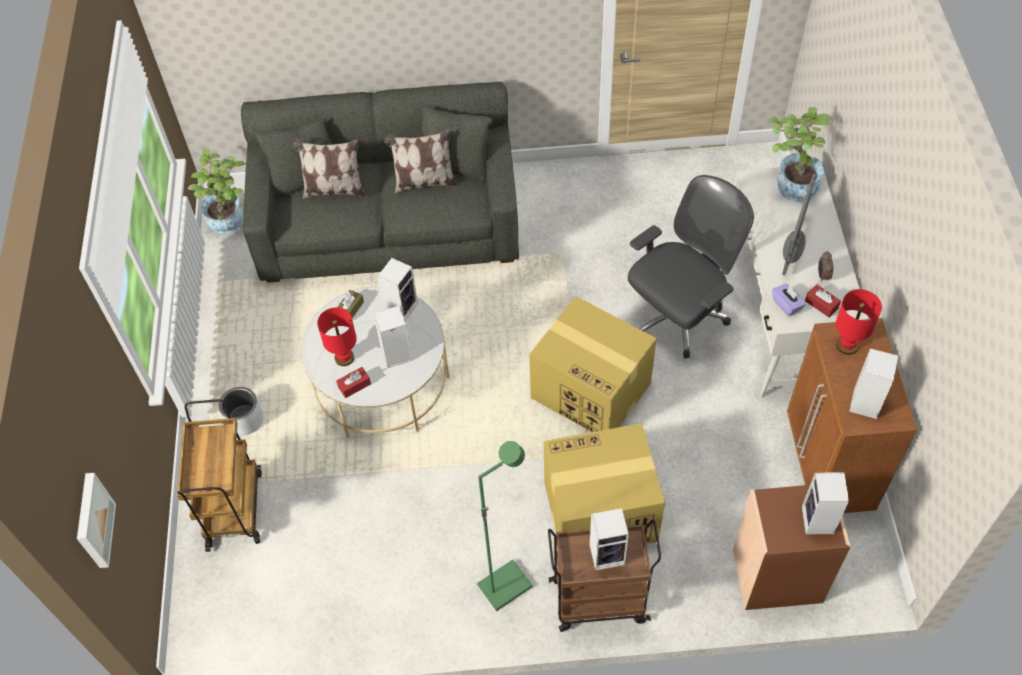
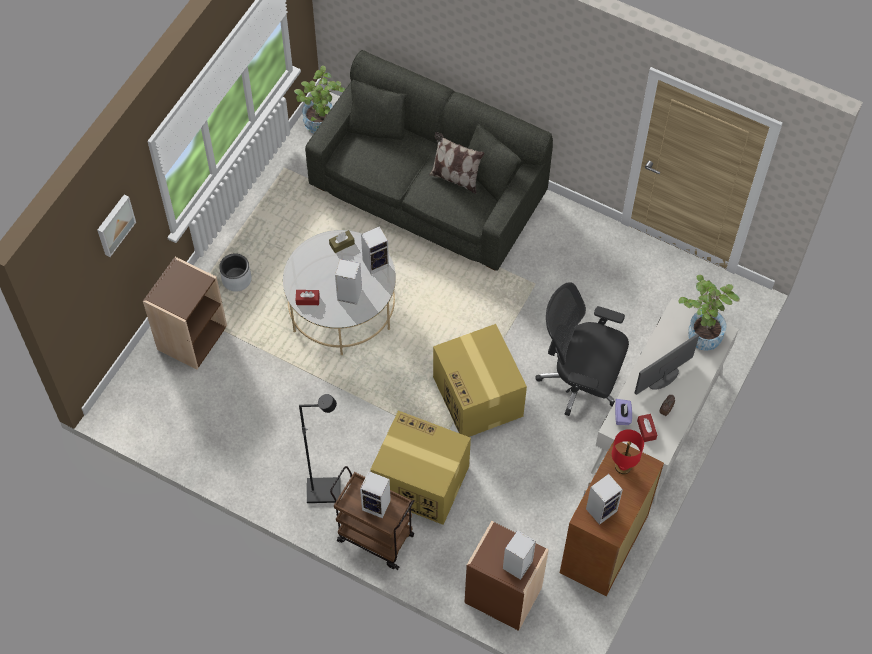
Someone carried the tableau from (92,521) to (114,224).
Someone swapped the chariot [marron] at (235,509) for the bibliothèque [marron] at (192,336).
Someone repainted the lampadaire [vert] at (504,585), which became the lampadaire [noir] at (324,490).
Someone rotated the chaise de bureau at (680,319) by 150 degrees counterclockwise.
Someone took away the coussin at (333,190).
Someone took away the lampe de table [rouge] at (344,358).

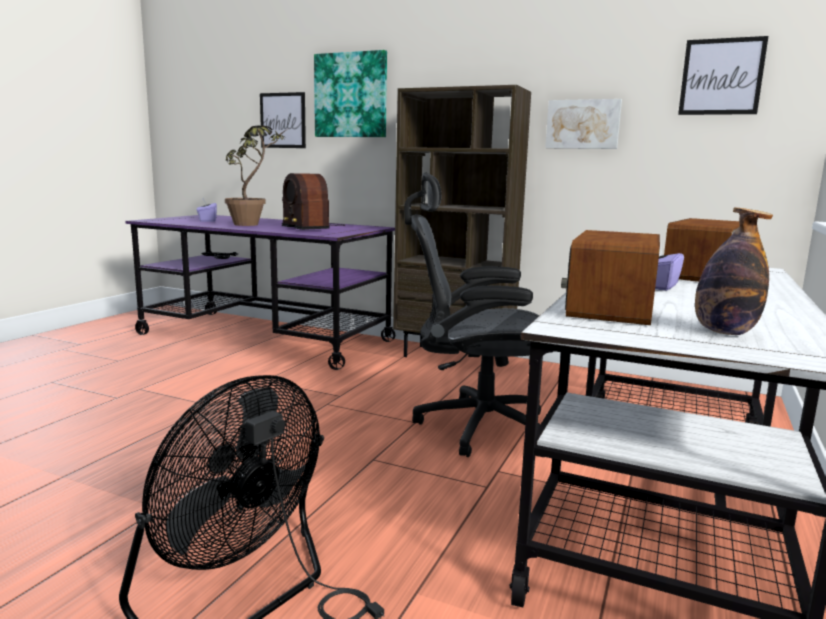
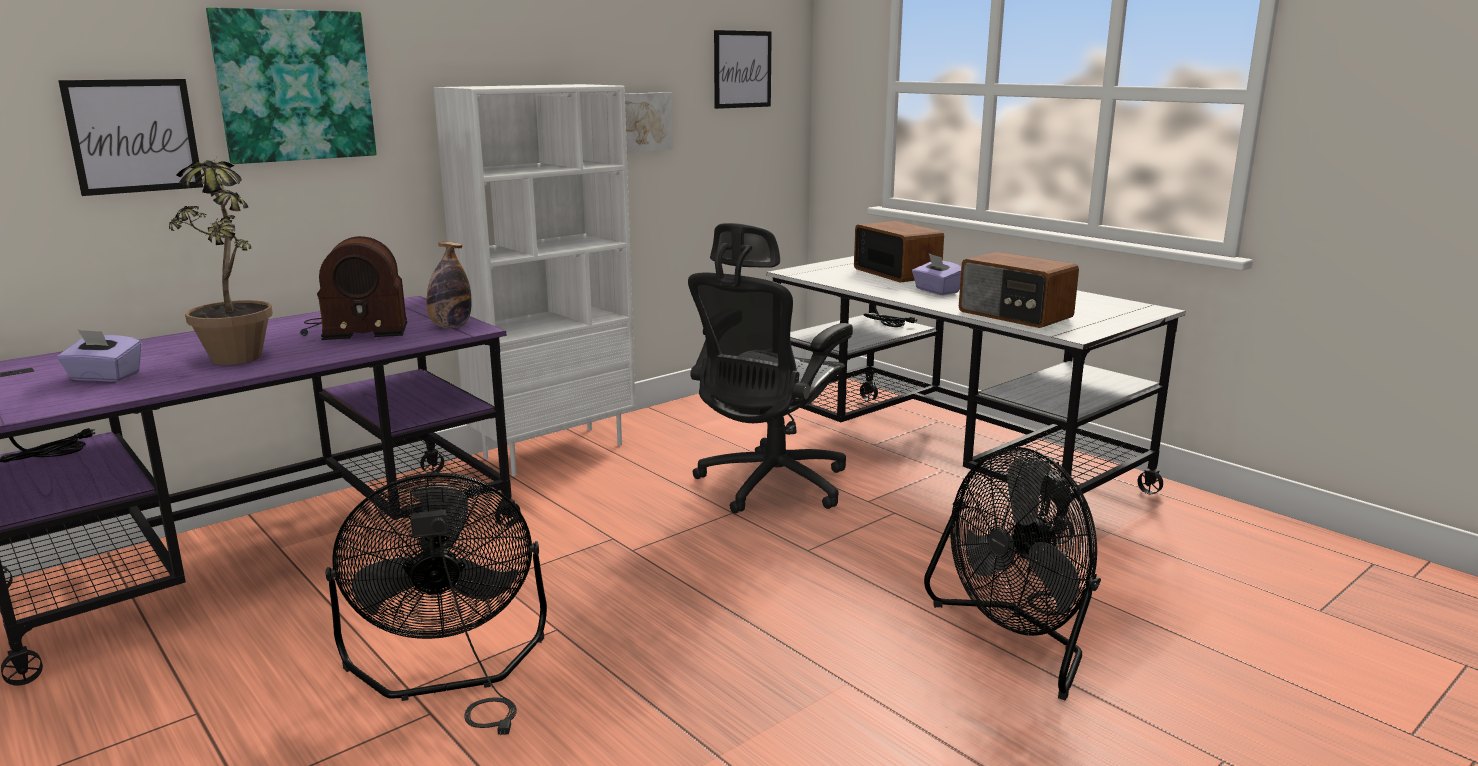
Someone put down the ventilateur [noir] at (454,674).
Someone carried the bouteille from (724,332) to (450,327).
Someone repainted the bibliothèque [marron] at (454,357), which became the bibliothèque [blanc] at (554,450).

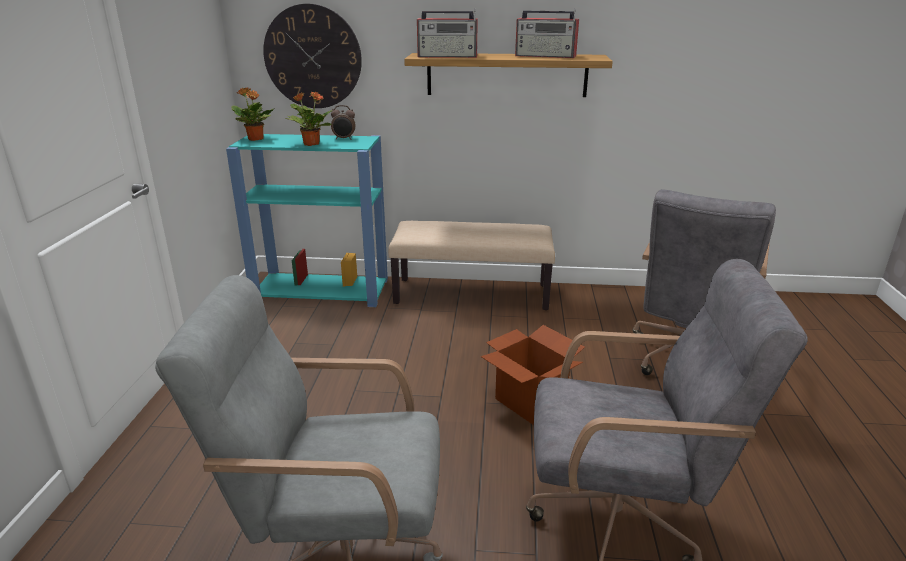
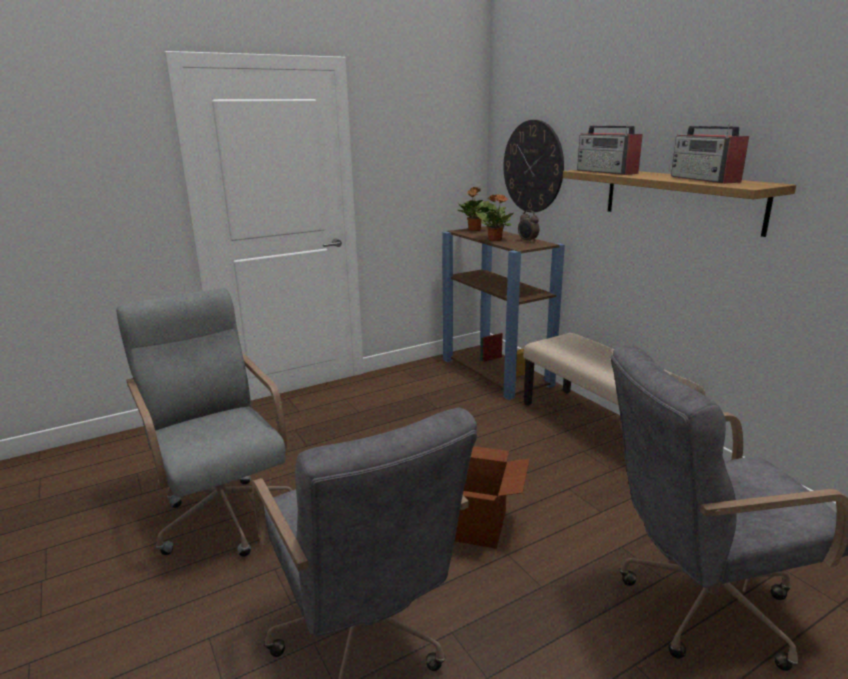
Someone repainted the bibliothèque [turquoise] at (322,290), which became the bibliothèque [marron] at (496,372).

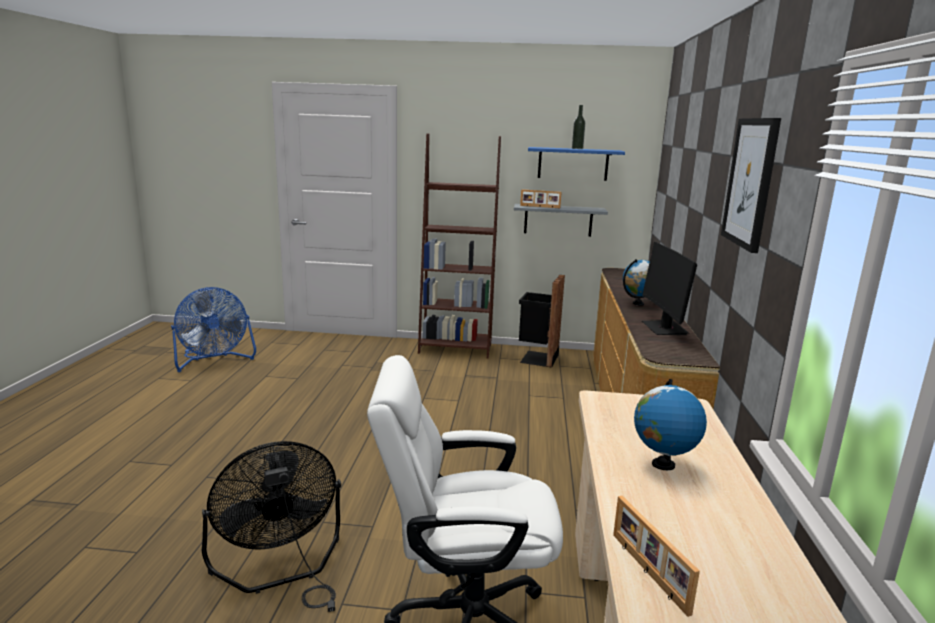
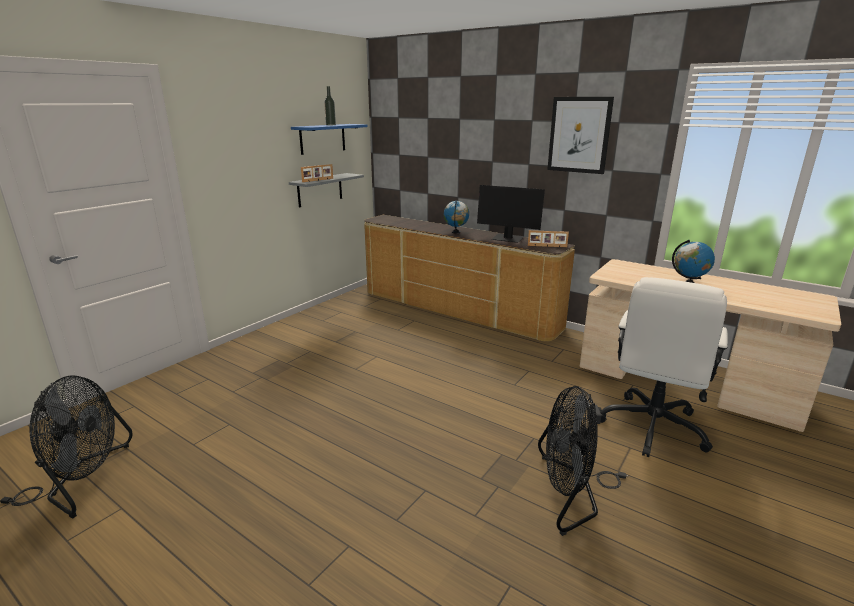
Someone repainted the ventilateur [bleu] at (210,361), which became the ventilateur [noir] at (79,482).
Someone carried the cadre photo from (647,572) to (547,246).
Someone took away the bibliothèque [marron] at (455,348).
Someone took away the poubelle [noir] at (537,358).

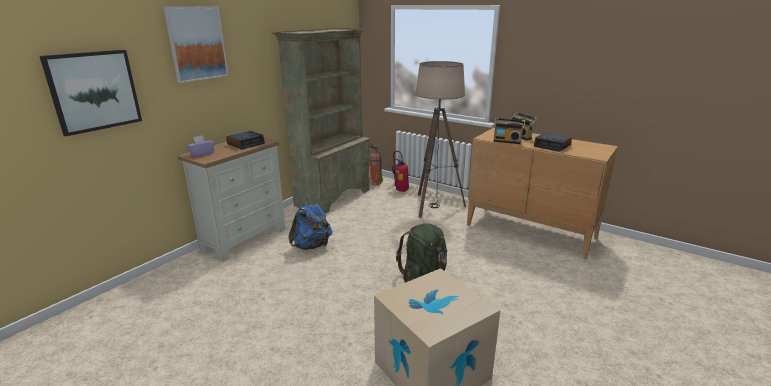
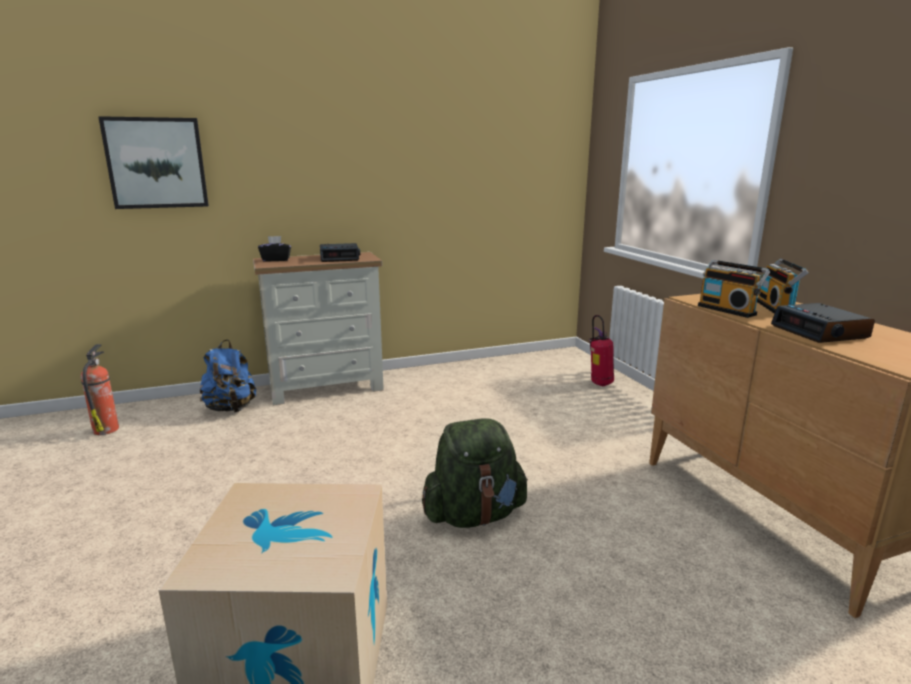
Someone carried the extincteur from (375,183) to (106,429).
Someone carried the sac à dos [bleu] from (312,246) to (231,409).
Someone repainted the boîte à mouchoirs [violet] at (202,154), which became the boîte à mouchoirs [noir] at (276,260).
Someone took away the tableau at (196,43).
Someone took away the bibliothèque [vert] at (333,197).
Someone took away the lampadaire at (434,206).

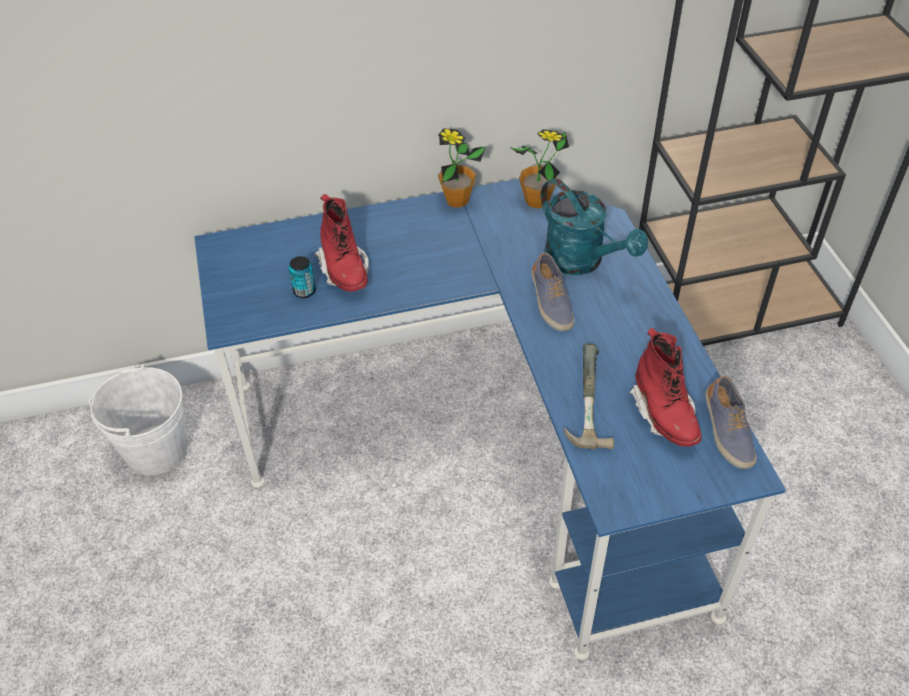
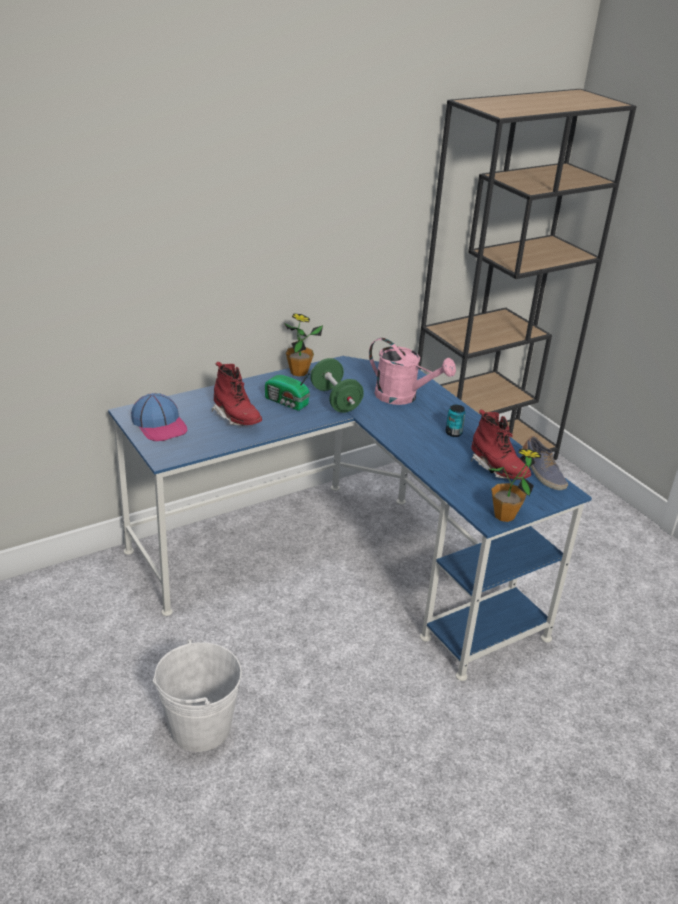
Someone put down the casquette at (160,425).
Someone carried the seau [blanc] from (156,450) to (200,727).
Someone put down the radio at (287,402).
Someone put down the haltère [vert] at (335,400).
Someone repainted the arrosoir [turquoise] at (582,261), which became the arrosoir [rose] at (403,397).
Someone carried the boîte métallique from (304,291) to (453,433).
Someone carried the plante en pot from (537,201) to (504,515).
Someone took away the chaussure at (550,303).
Someone took away the marteau at (582,398).

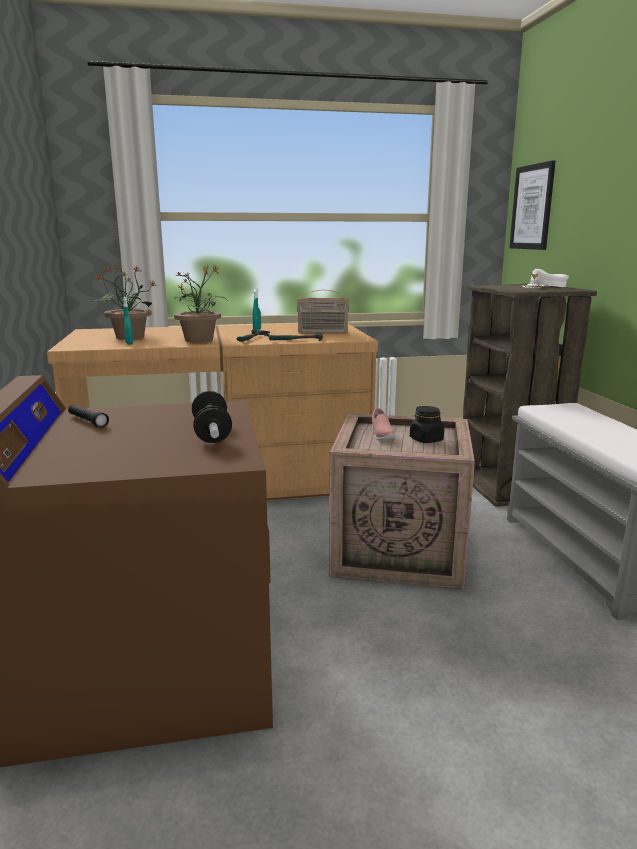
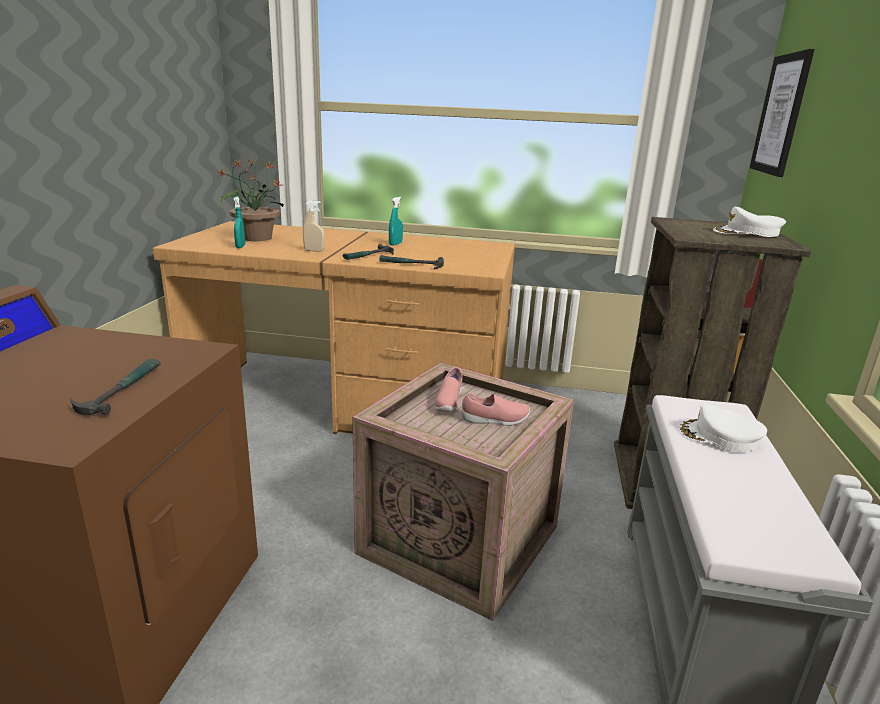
Someone swapped the haltère at (211,433) for the marteau at (120,391).
Someone swapped the plante en pot at (199,340) for the vaporisateur [beige] at (314,250).
Someone swapped the bocal [noir] at (426,440) for the chaussure [rose] at (495,420).
Someone put down the casquette [blanc] at (719,436).
Someone took away the lampe de poche [noir] at (87,421).
Someone took away the radio at (322,333).

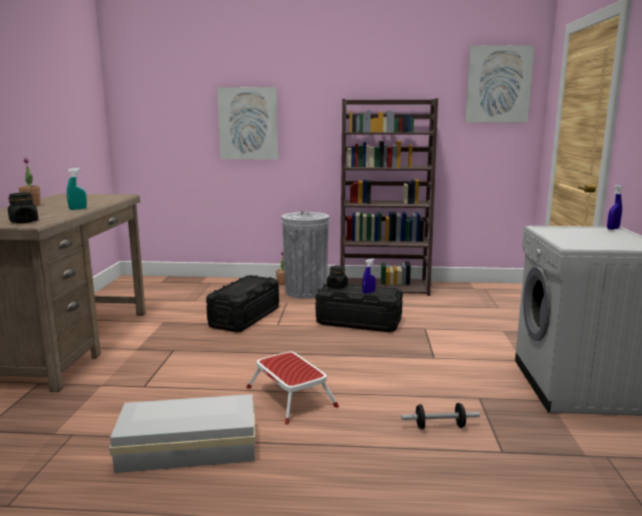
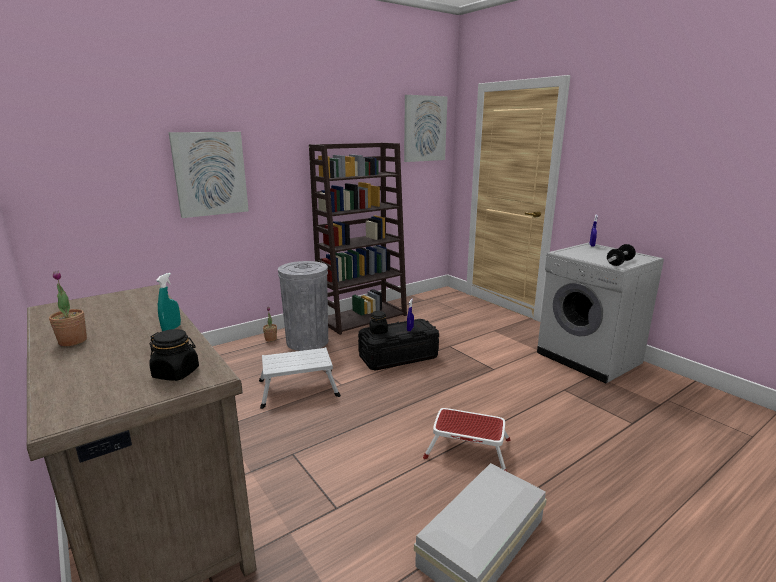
Someone swapped the boîte de rangement [noir] at (245,317) for the escabeau [blanc] at (299,388).
Someone carried the haltère from (439,426) to (619,263).

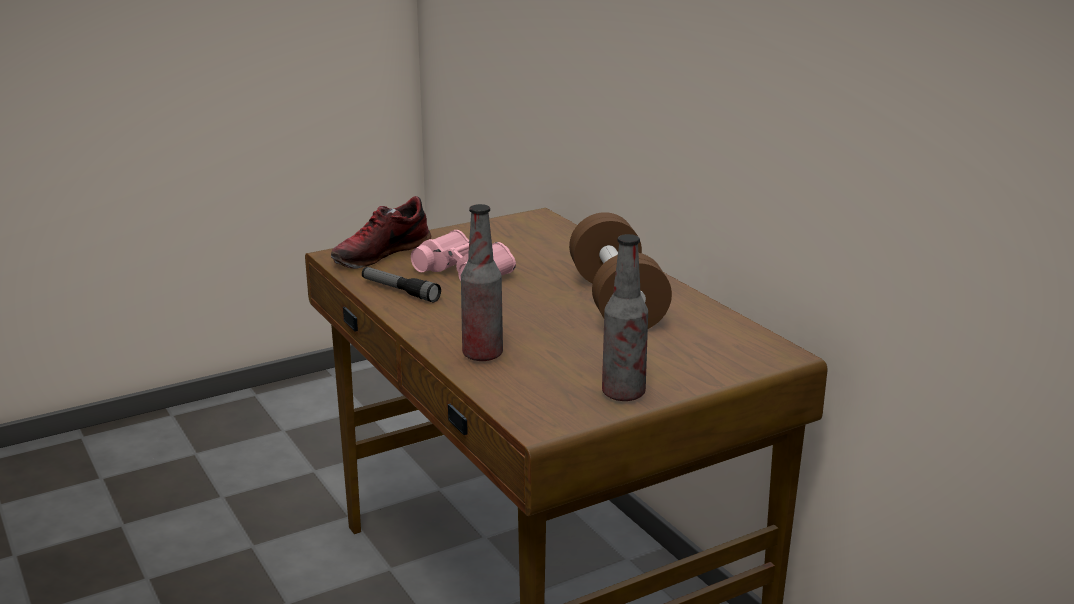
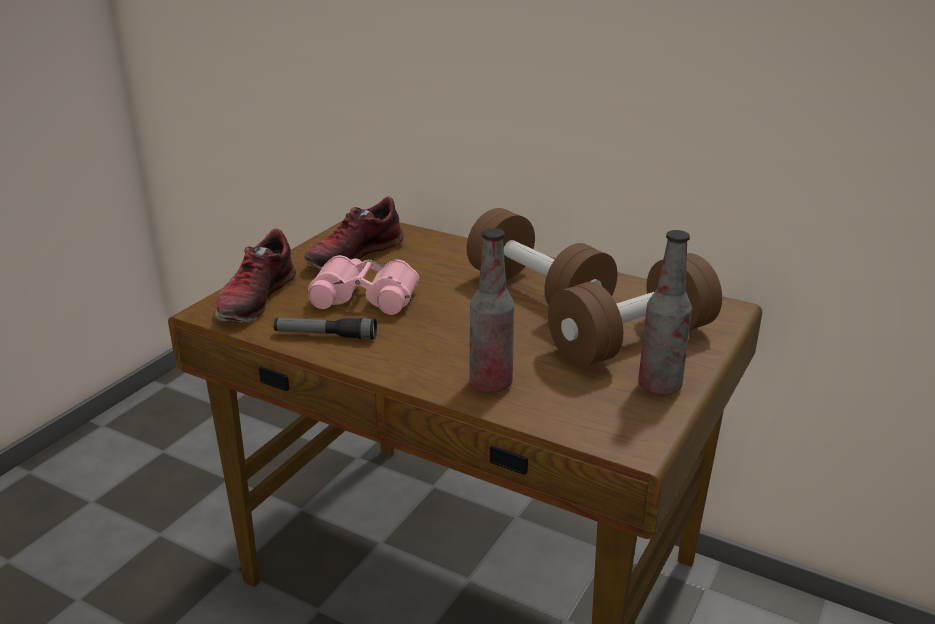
Someone put down the chaussure at (354,254).
Someone put down the haltère [marron] at (632,341).

